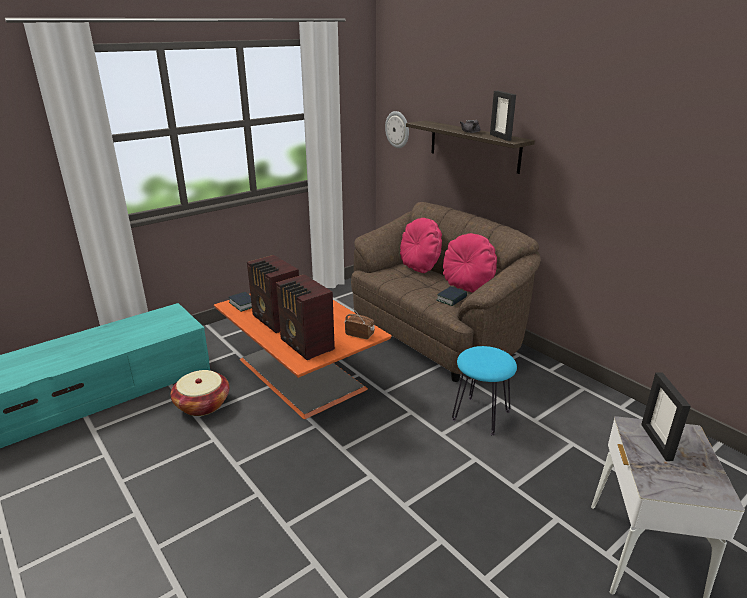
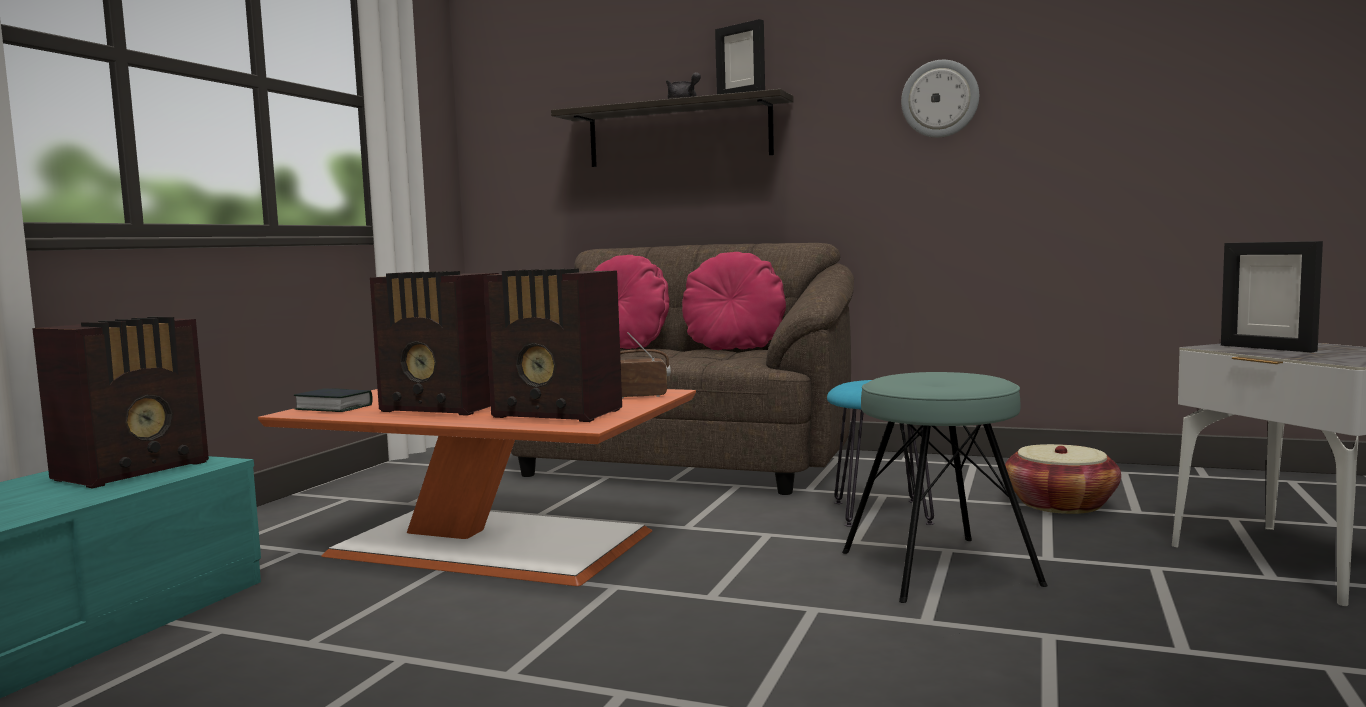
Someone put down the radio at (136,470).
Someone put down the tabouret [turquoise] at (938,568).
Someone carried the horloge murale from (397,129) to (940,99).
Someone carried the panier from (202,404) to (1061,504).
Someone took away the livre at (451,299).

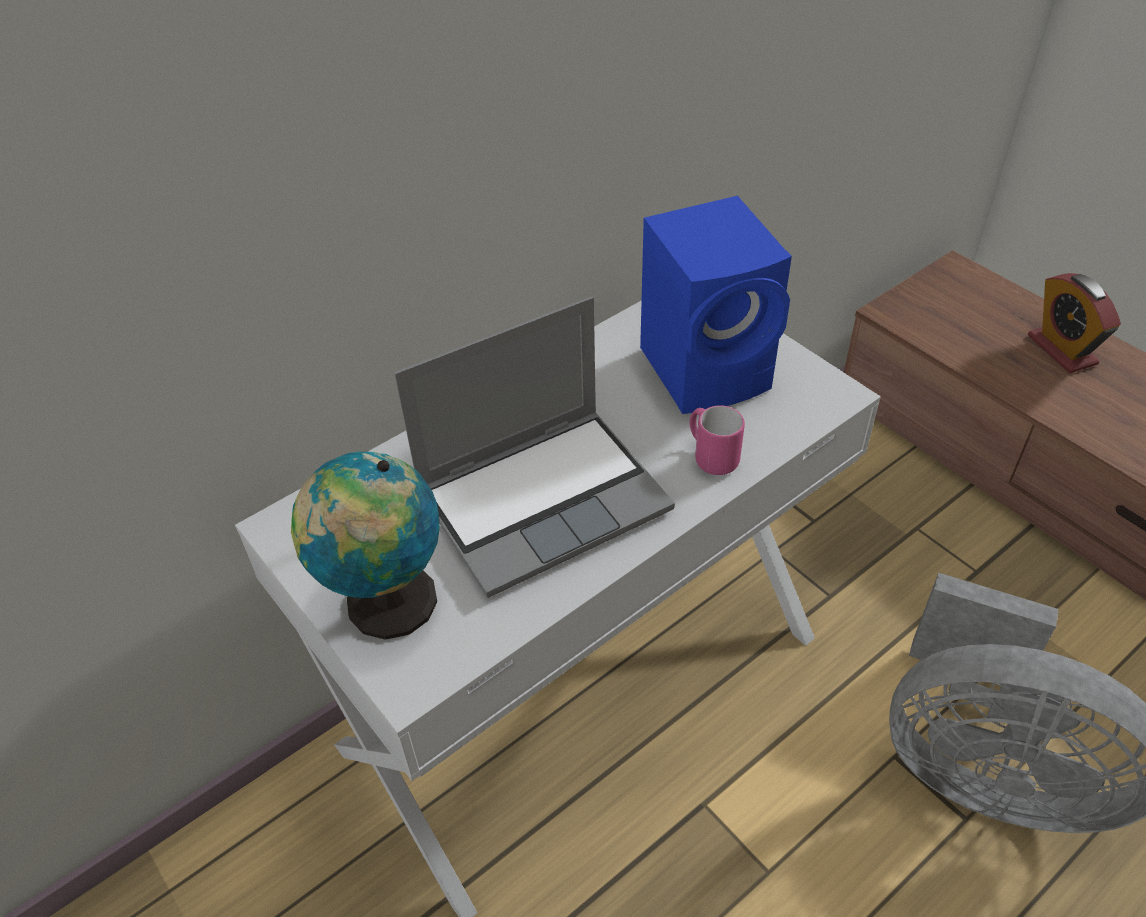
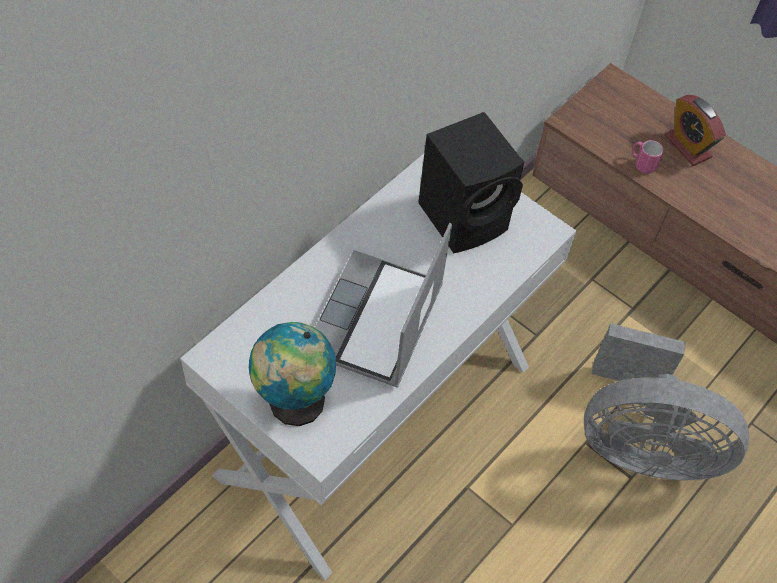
Someone rotated the ordinateur portable at (545,499) by 150 degrees clockwise.
Someone repainted the enceinte [bleu] at (709,369), which became the enceinte [noir] at (466,217).
Someone carried the mug [rose] from (711,456) to (642,164).

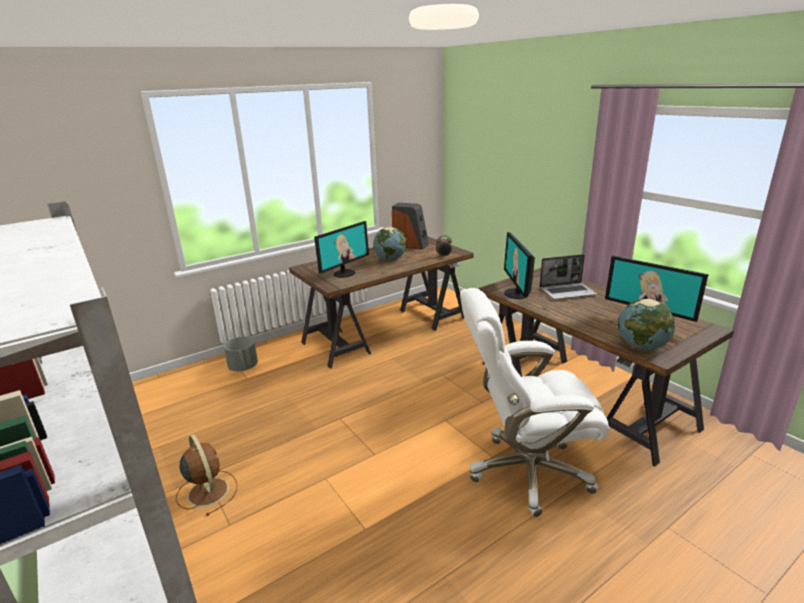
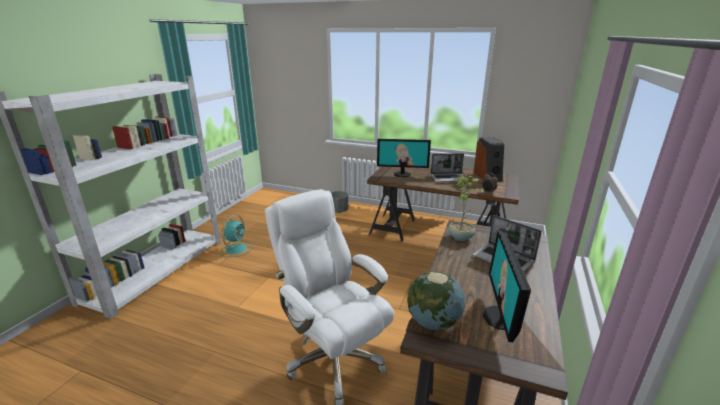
Someone repainted the ventilateur [marron] at (207,491), which became the ventilateur [turquoise] at (237,248).
Someone swapped the globe at (390,259) for the ordinateur portable at (449,178).
Someone swapped the écran d'ordinateur at (516,294) for the plante en pot at (461,237).

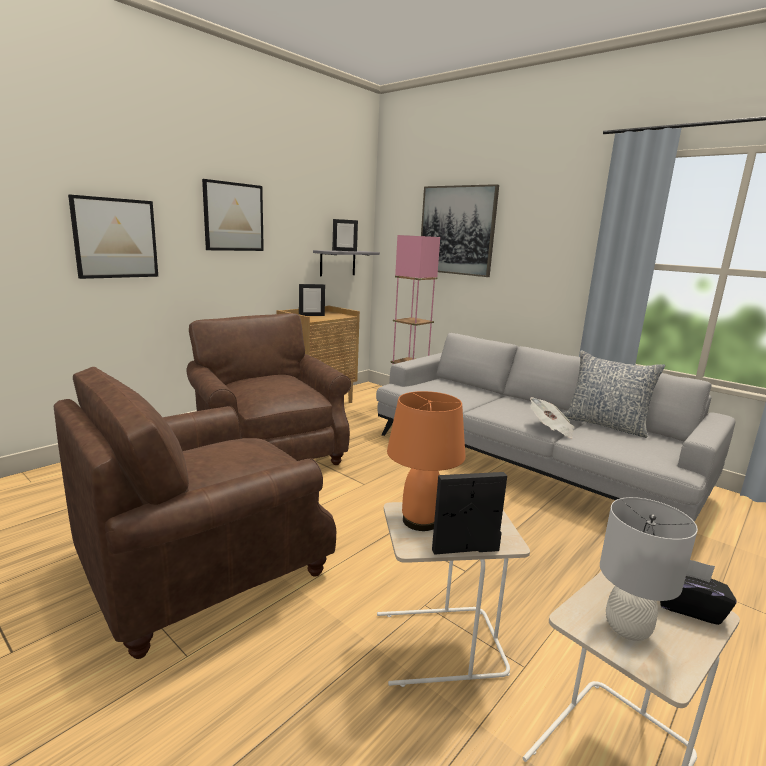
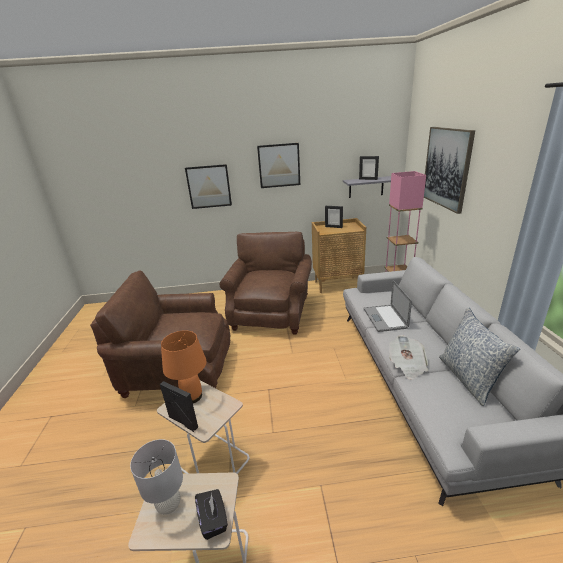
Someone put down the ordinateur portable at (385,318).

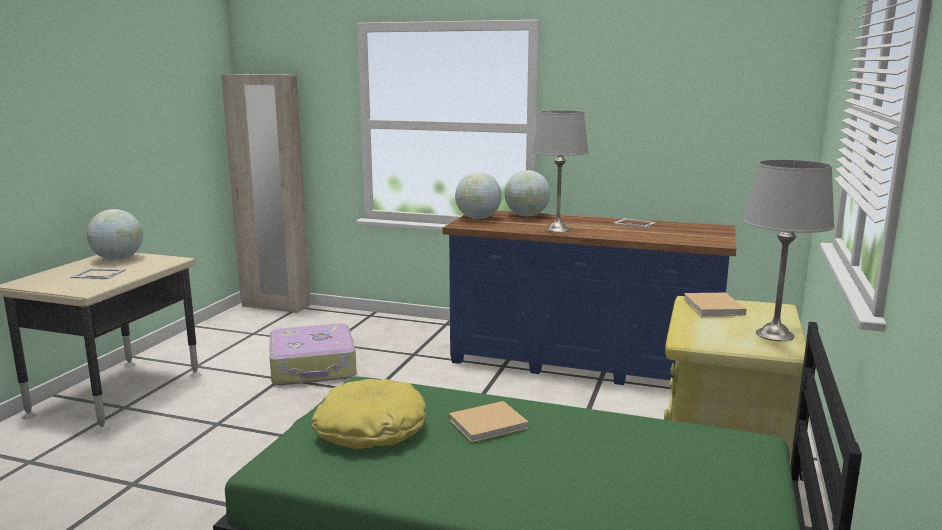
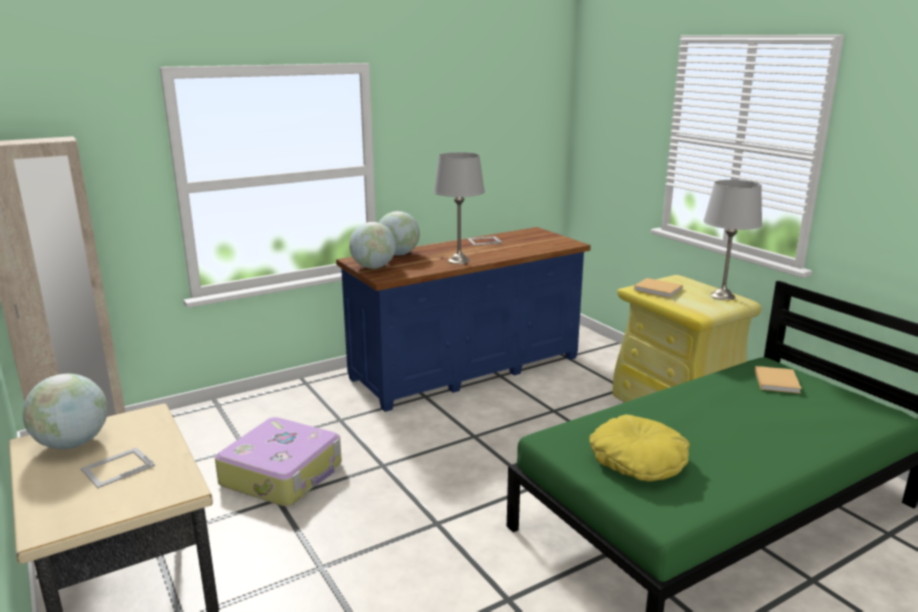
Someone carried the livre [beige] from (490,424) to (776,381).

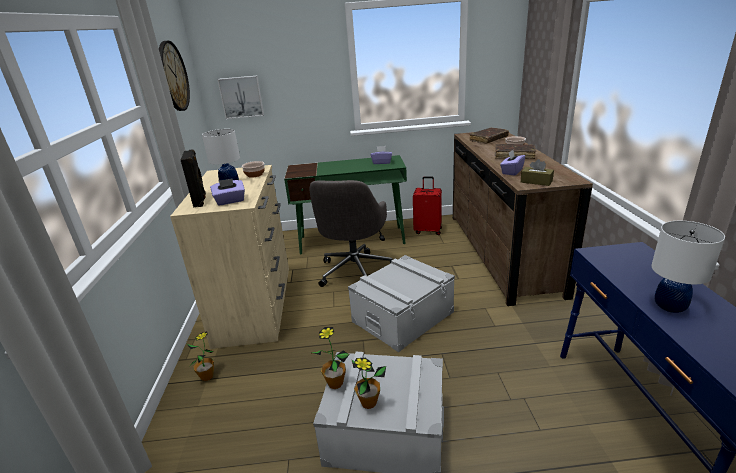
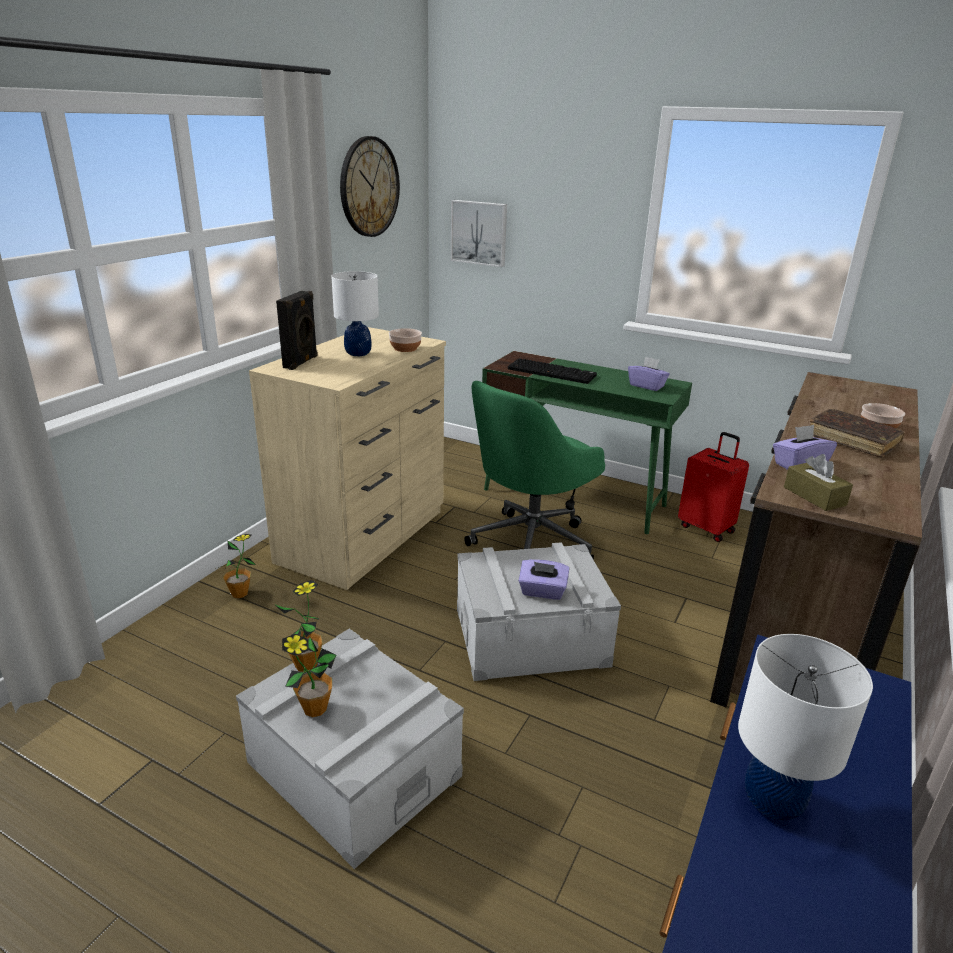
Someone repainted the chaise de bureau [gris] at (355,272), which became the chaise de bureau [vert] at (531,545).
Someone put down the clavier at (553,372).
Someone carried the boîte à mouchoirs [violet] from (230,201) to (542,592).
Someone took away the livre [marron] at (488,139).

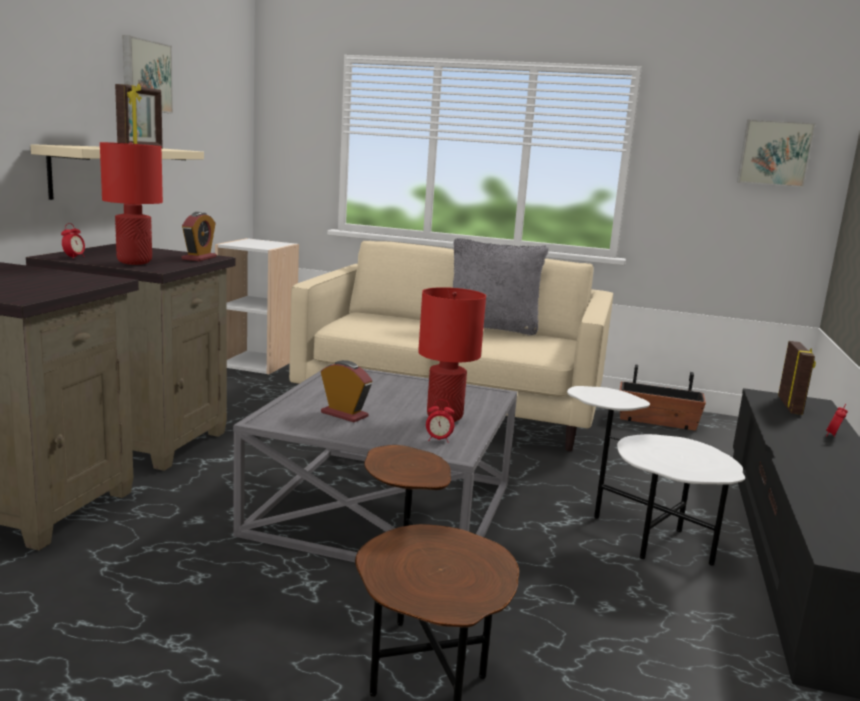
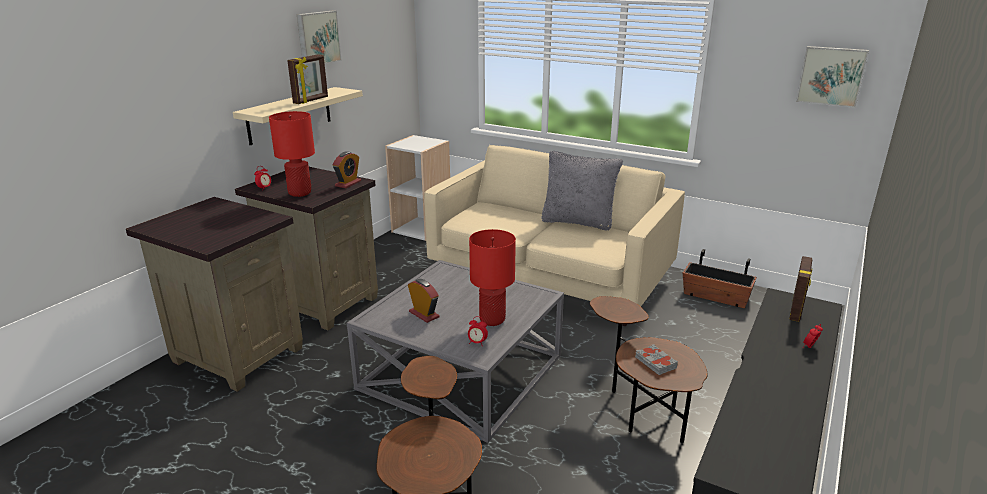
Someone repainted the table d'appoint [blanc] at (643,537), which became the table d'appoint [marron] at (641,412).
Someone put down the livre [gris] at (655,363).

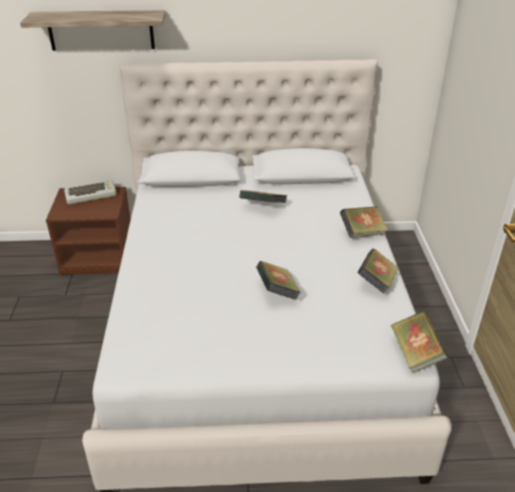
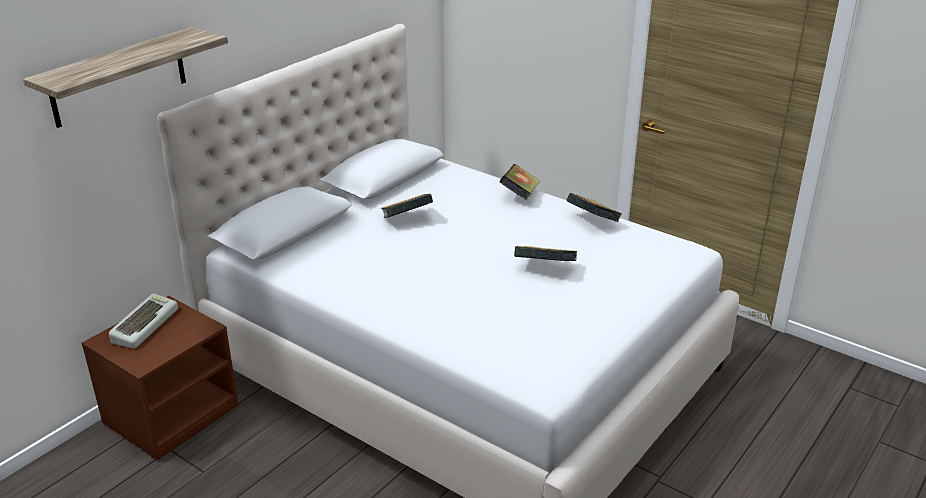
Someone took away the livre at (415,354).

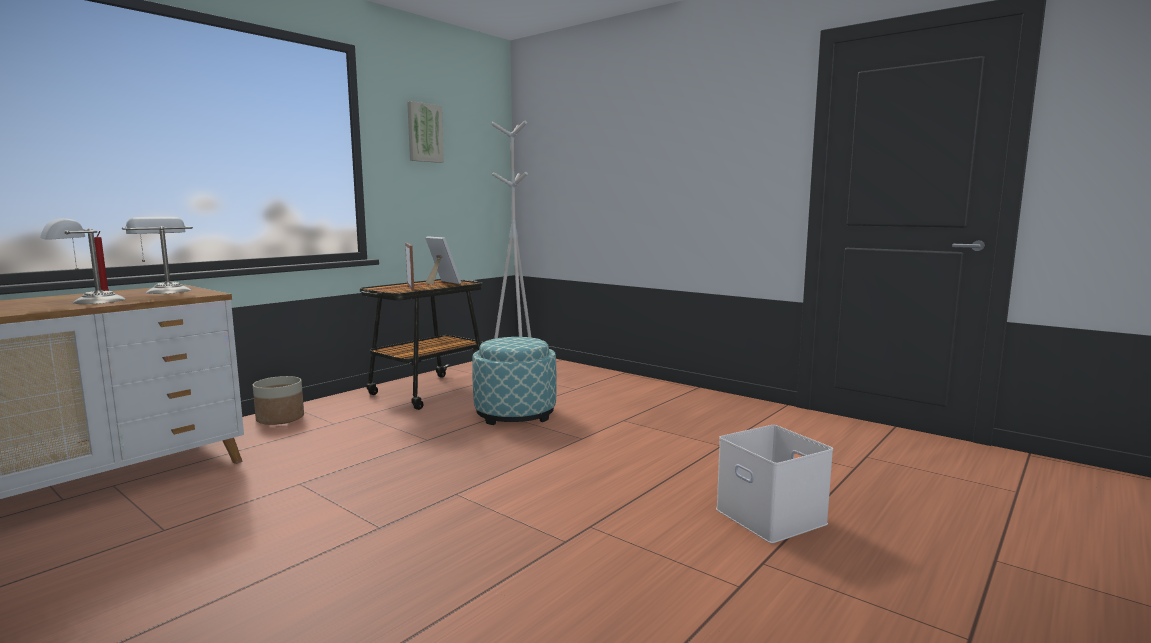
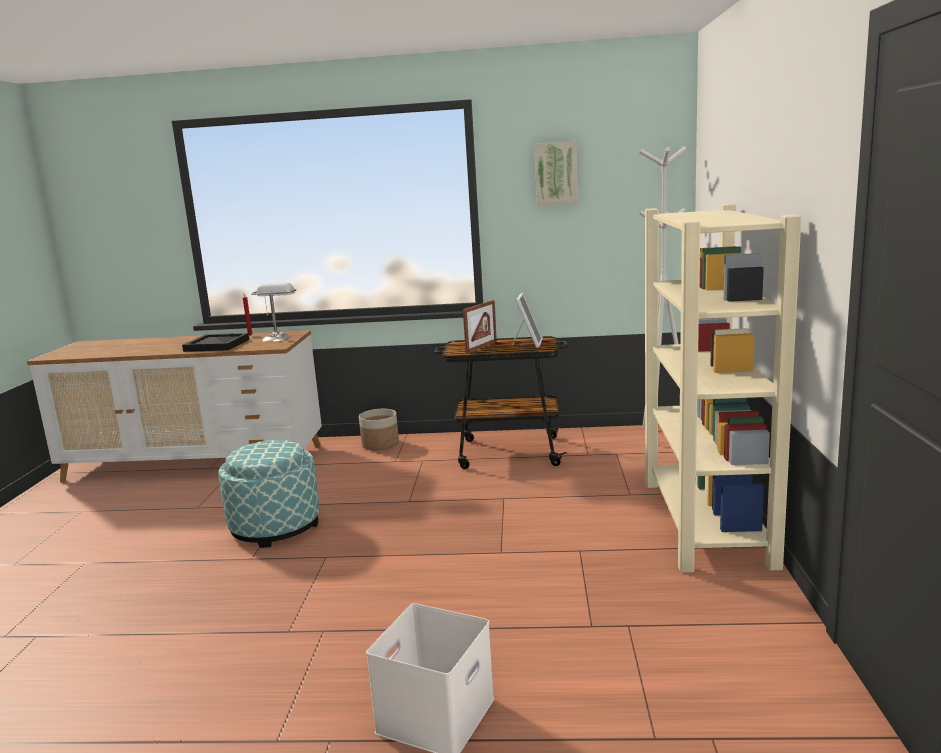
Someone swapped the lampe de table [blanc] at (88,302) for the plateau [noir] at (217,345).
Someone carried the pouf from (515,413) to (275,527).
Someone put down the bibliothèque [beige] at (705,522).

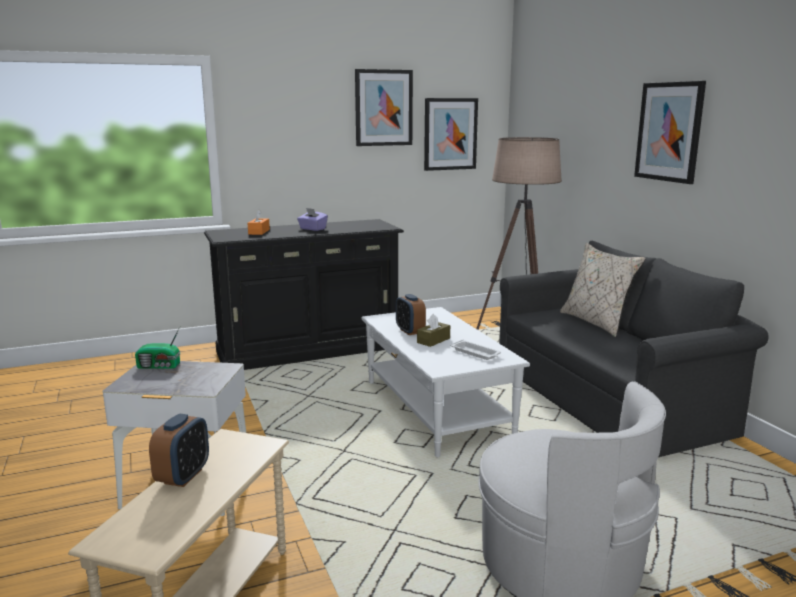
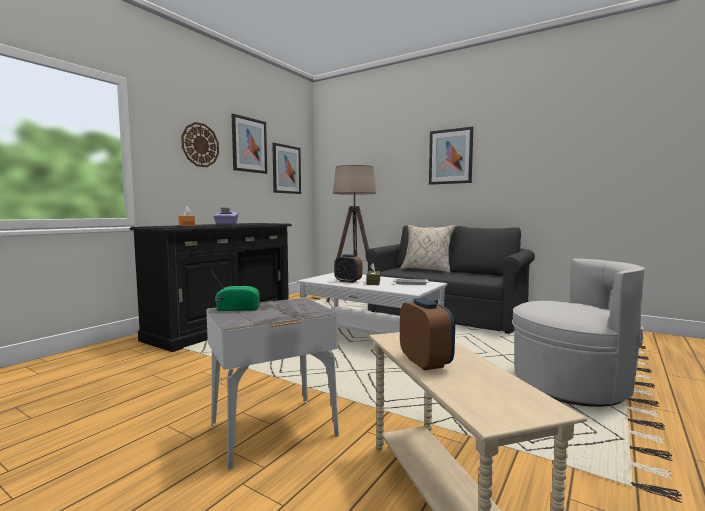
Someone put up the horloge murale at (200,145).
Someone rotated the radio at (159,366) by 150 degrees counterclockwise.

